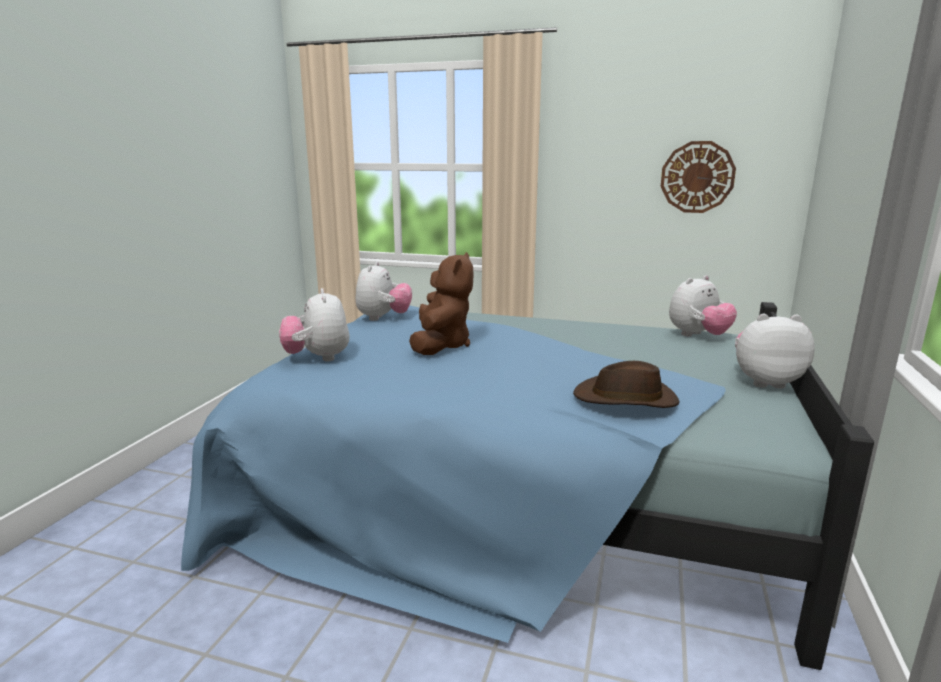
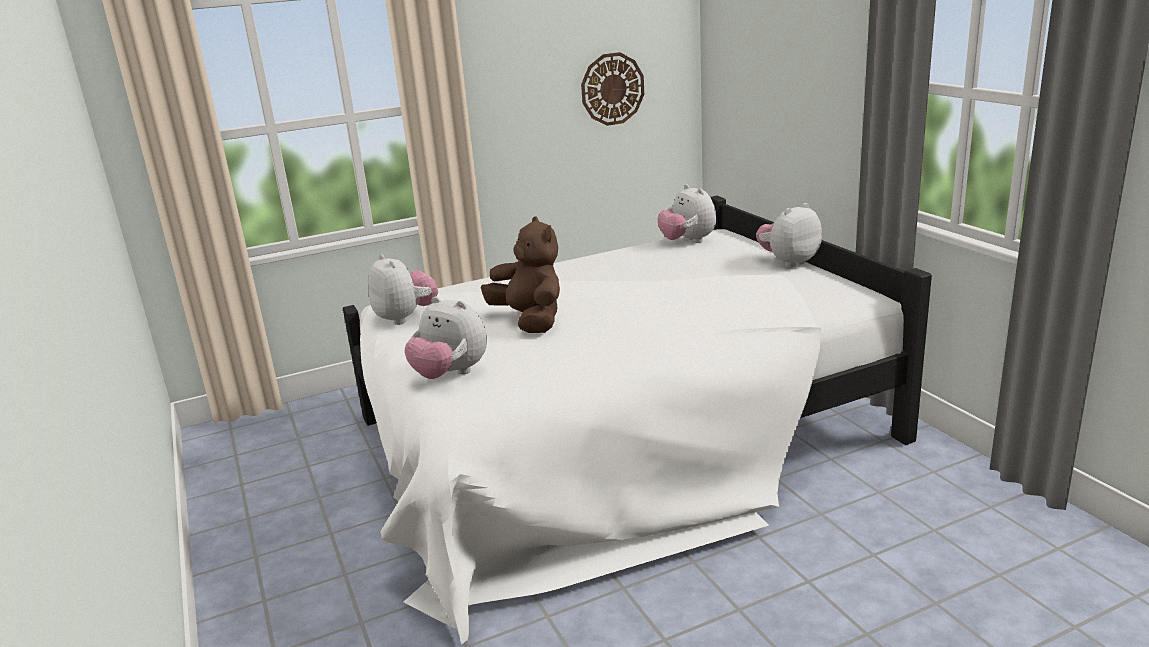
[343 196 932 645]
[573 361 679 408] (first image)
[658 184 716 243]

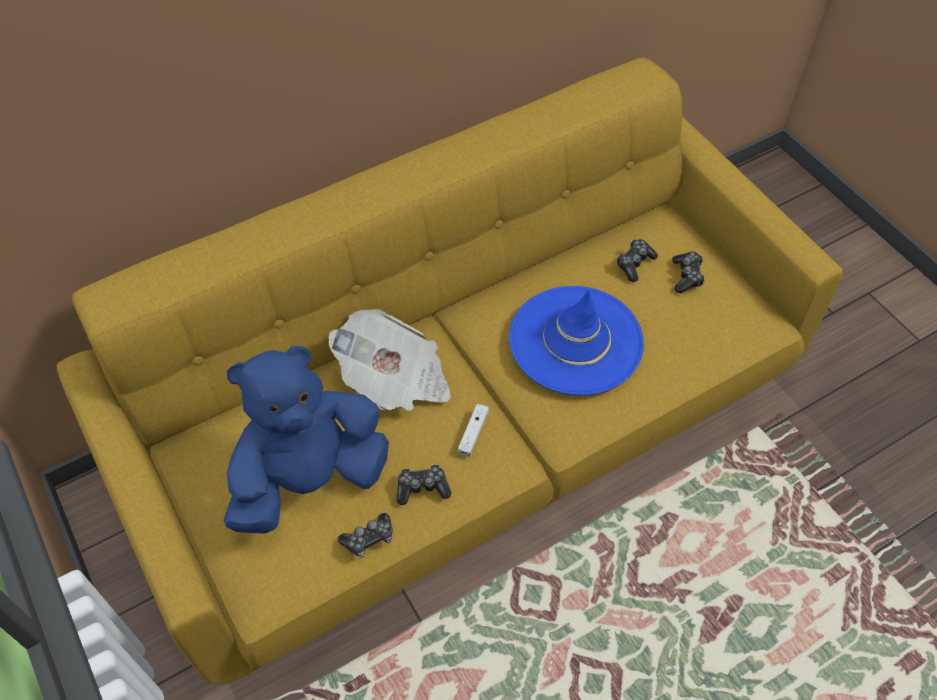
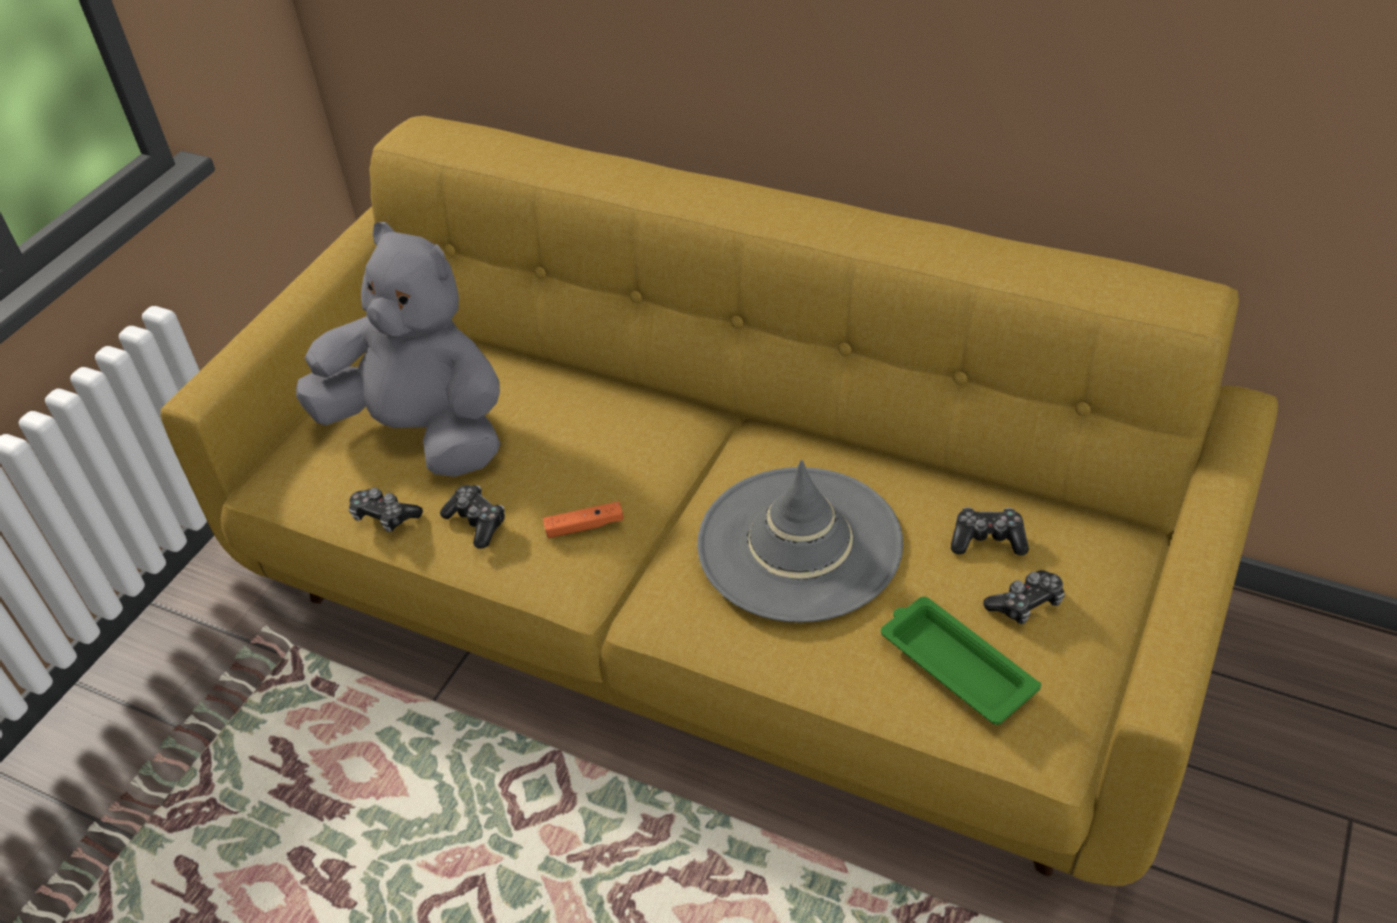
[296 222 501 477]
[328 309 451 411] (first image)
[543 501 624 538]
[697 460 903 622]
[881 597 1041 725]

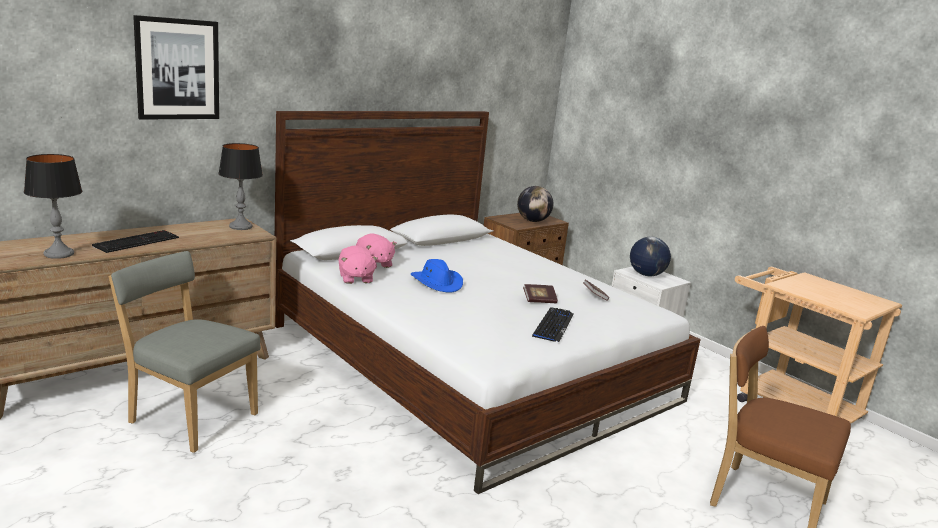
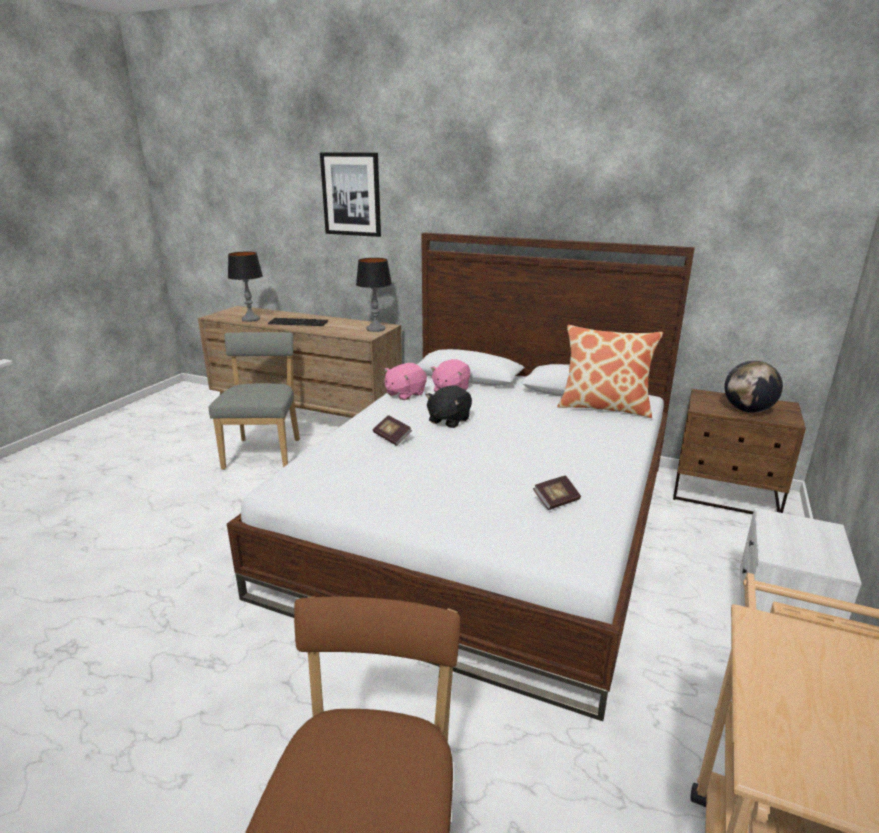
[426 385 472 428]
[373 415 412 446]
[532 307 574 342] (first image)
[630 237 671 276] (first image)
[557 325 663 418]

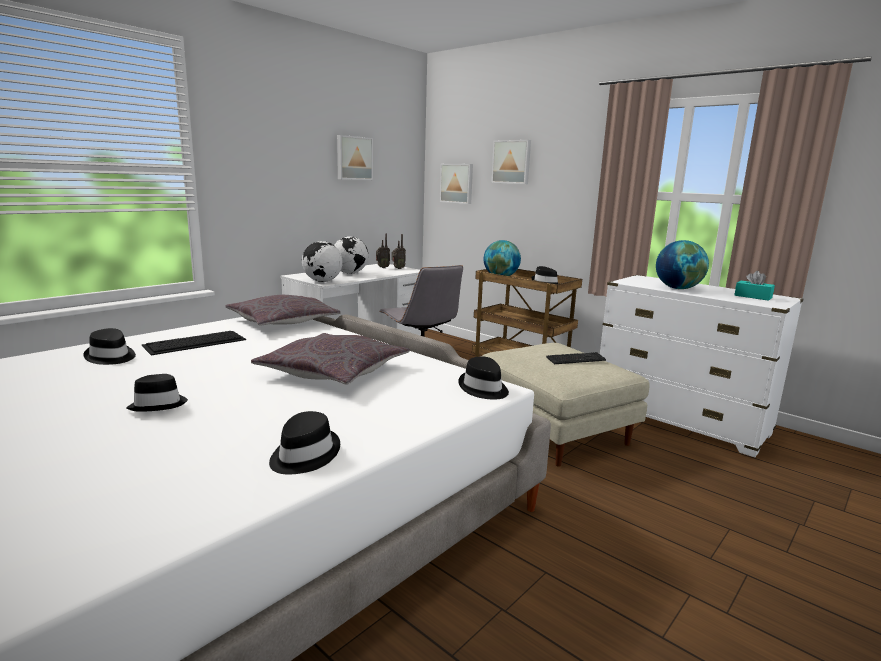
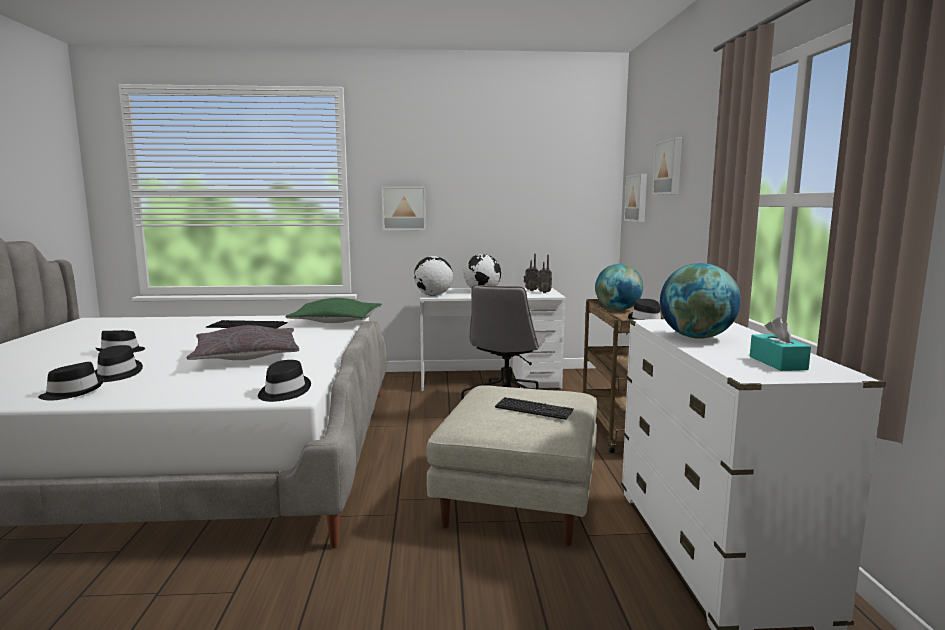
[95 345 143 382]
[285 298 382 323]
[382 186 426 230]

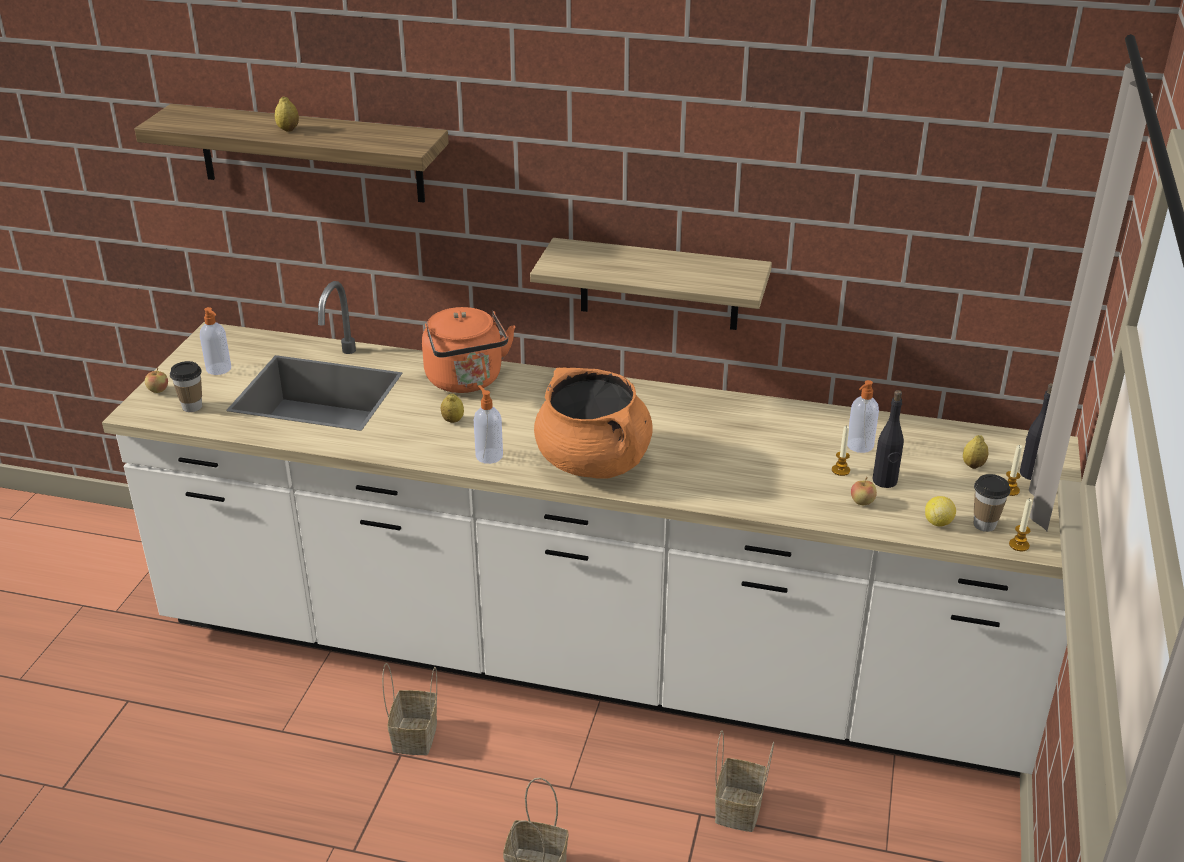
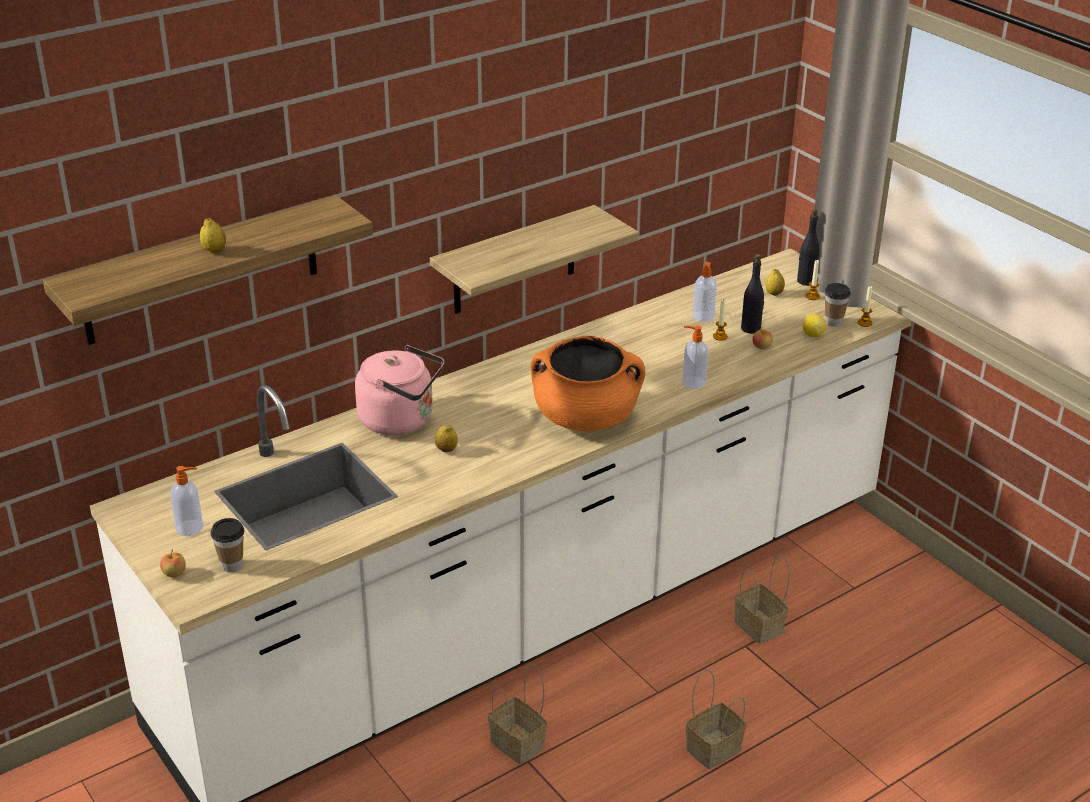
[355 345 445 435]
[682 326 708 389]

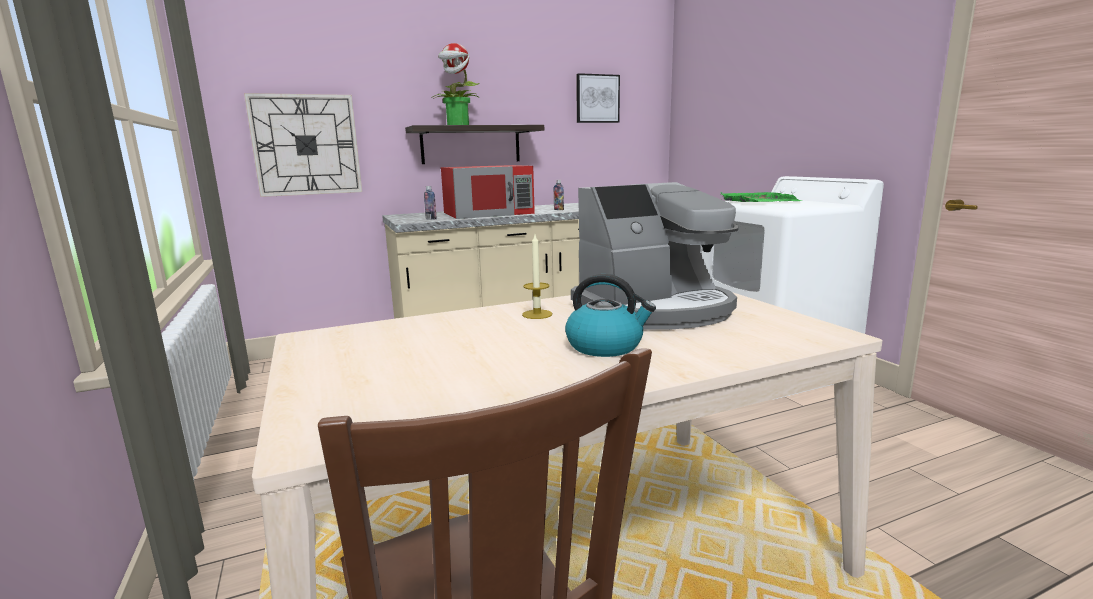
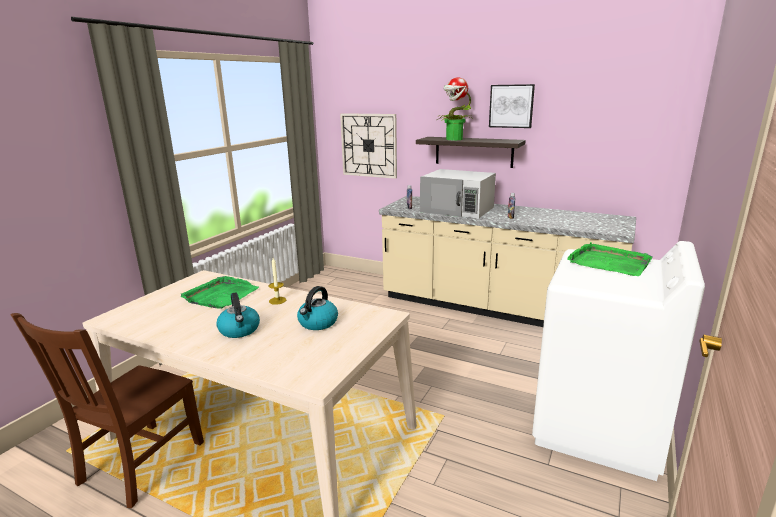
[420 169 496 218]
[297 286 338 330]
[489 84 535 128]
[181 276 259 309]

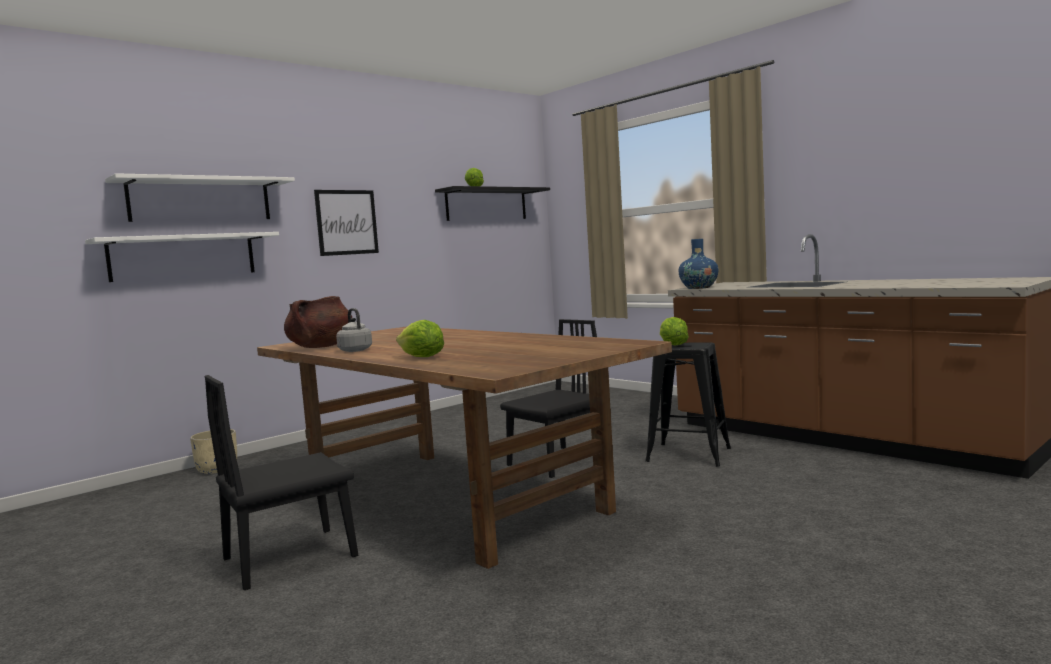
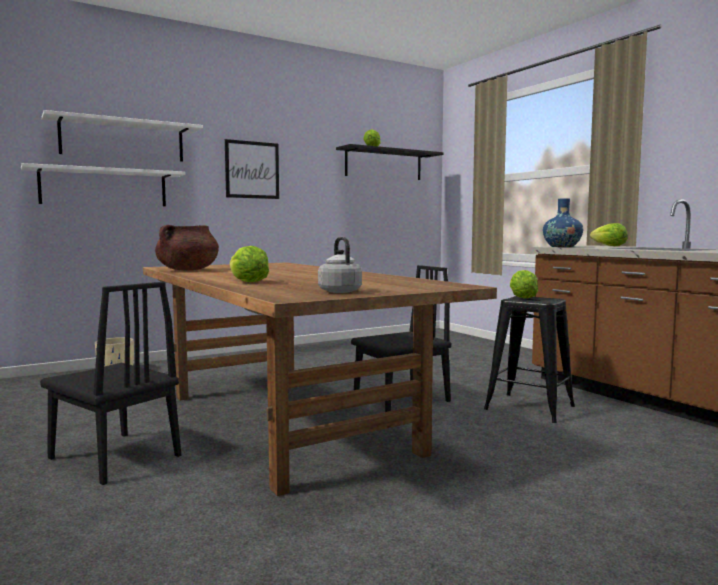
[40 282 181 485]
[318 237 362 293]
[590 223 628 246]

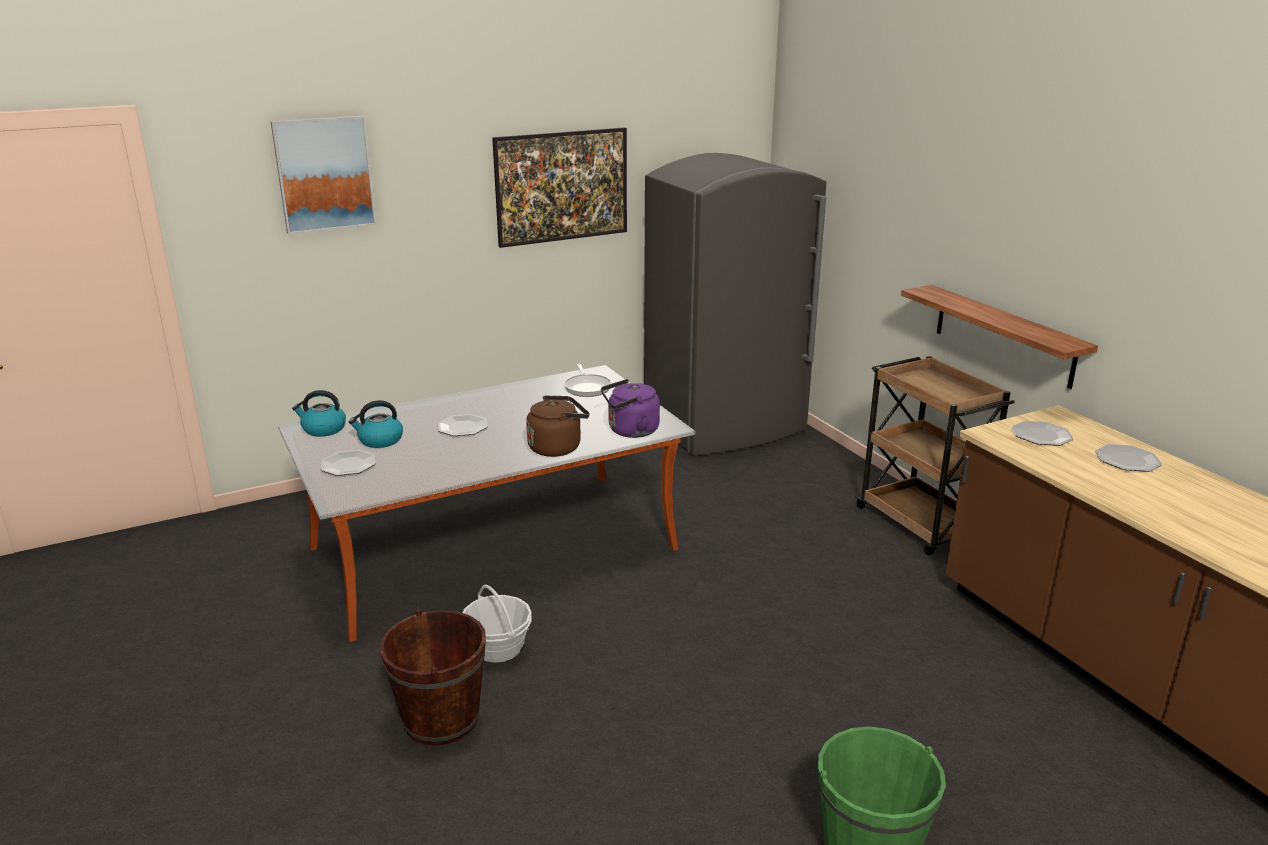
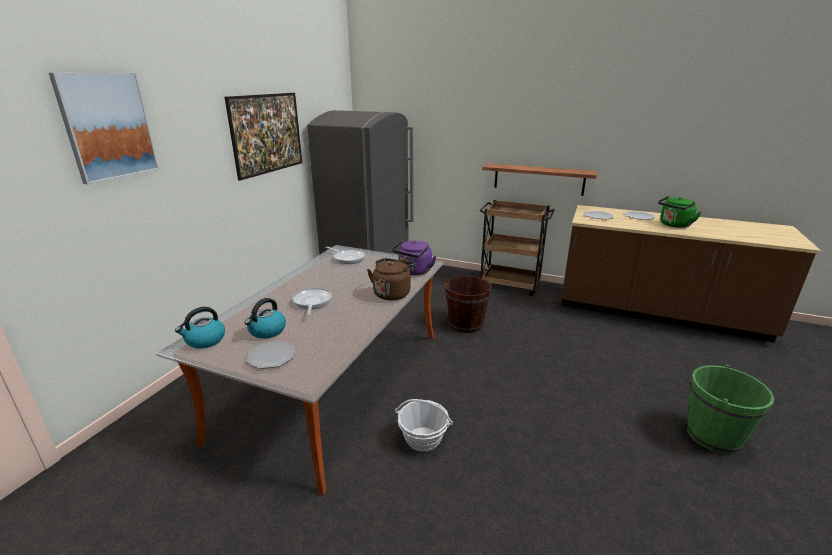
[445 276 492 333]
[292 288 332 316]
[658 196 701 228]

